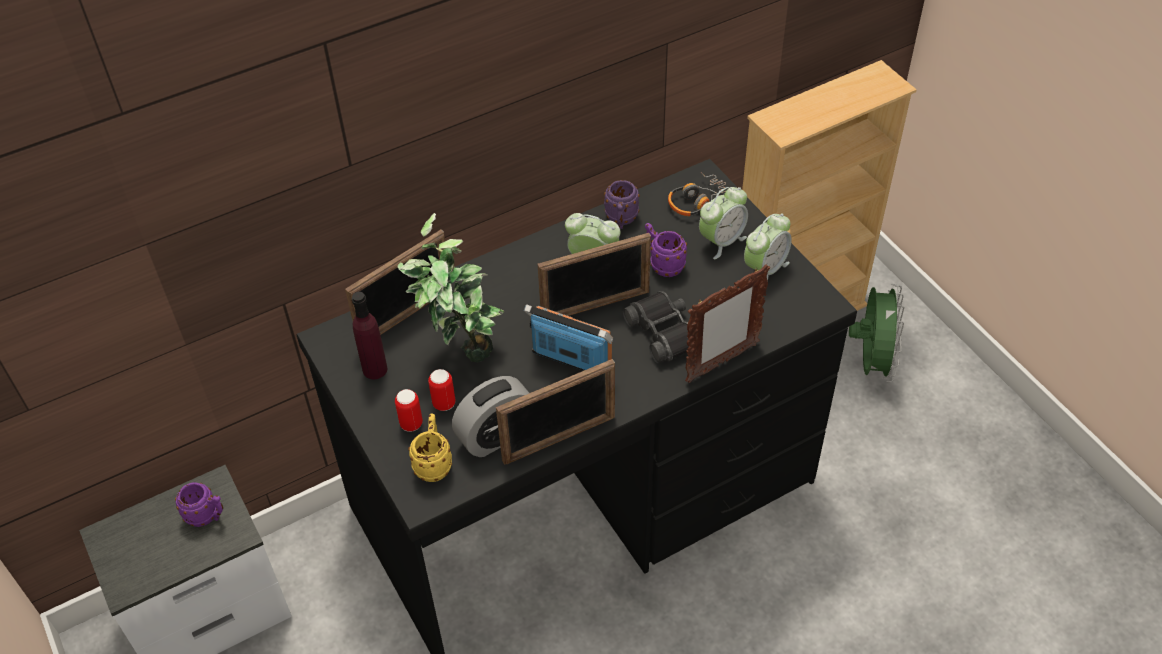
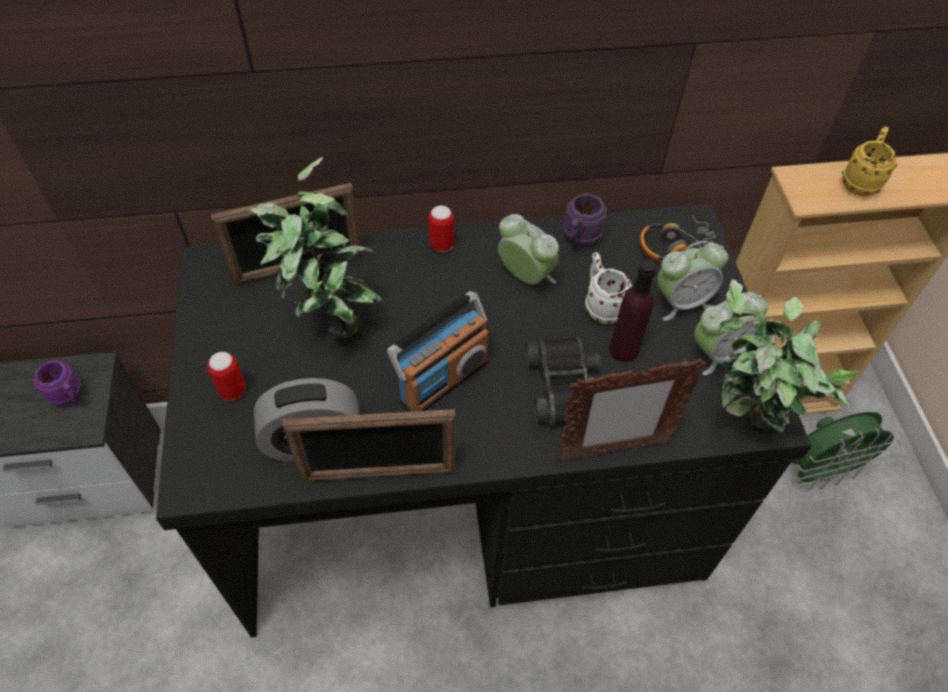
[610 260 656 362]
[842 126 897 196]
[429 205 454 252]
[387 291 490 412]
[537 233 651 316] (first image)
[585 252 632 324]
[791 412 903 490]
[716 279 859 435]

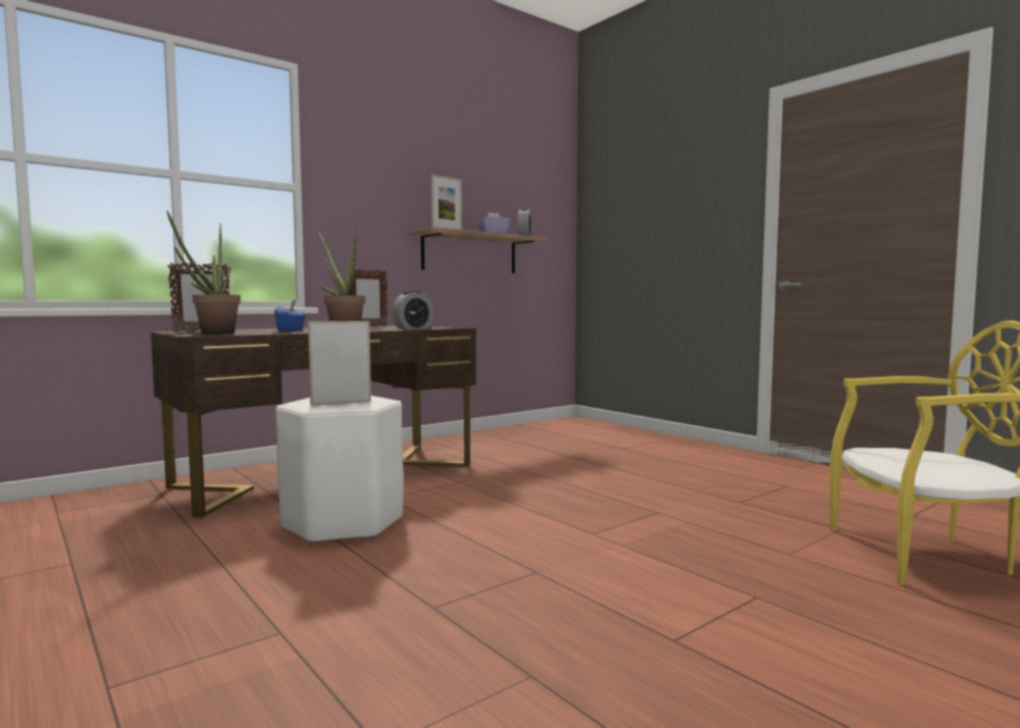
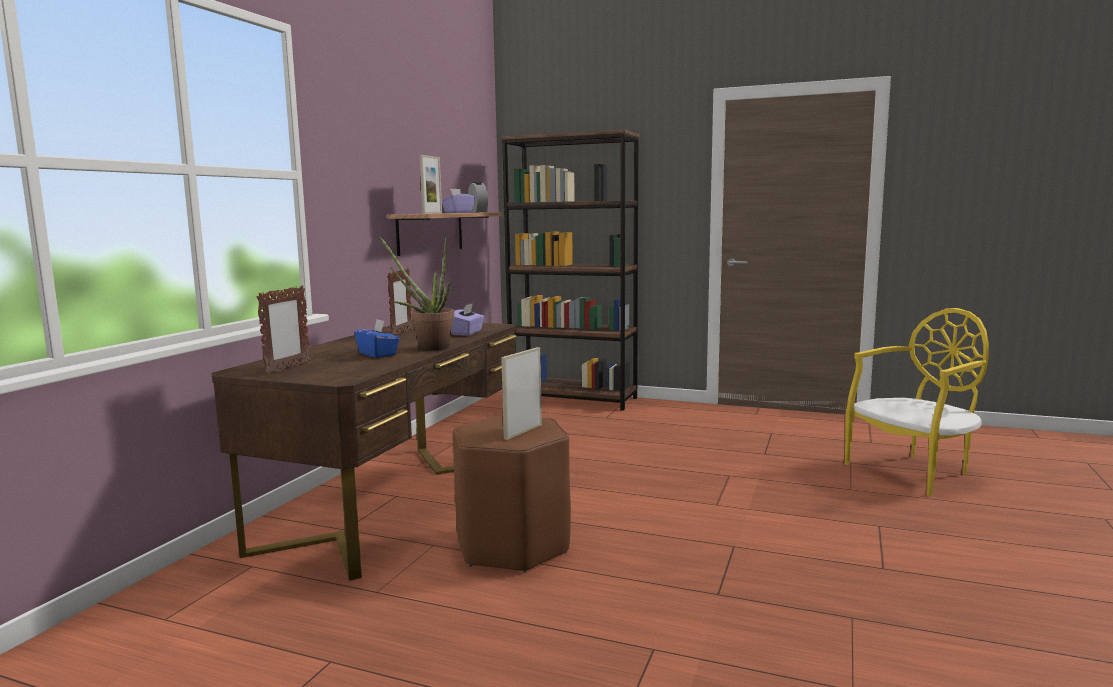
[167 210 241 334] (first image)
[453 415 571 573]
[451 303 484 336]
[501 130 639 411]

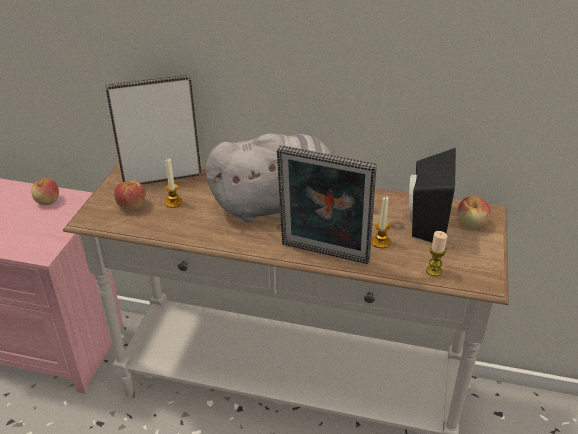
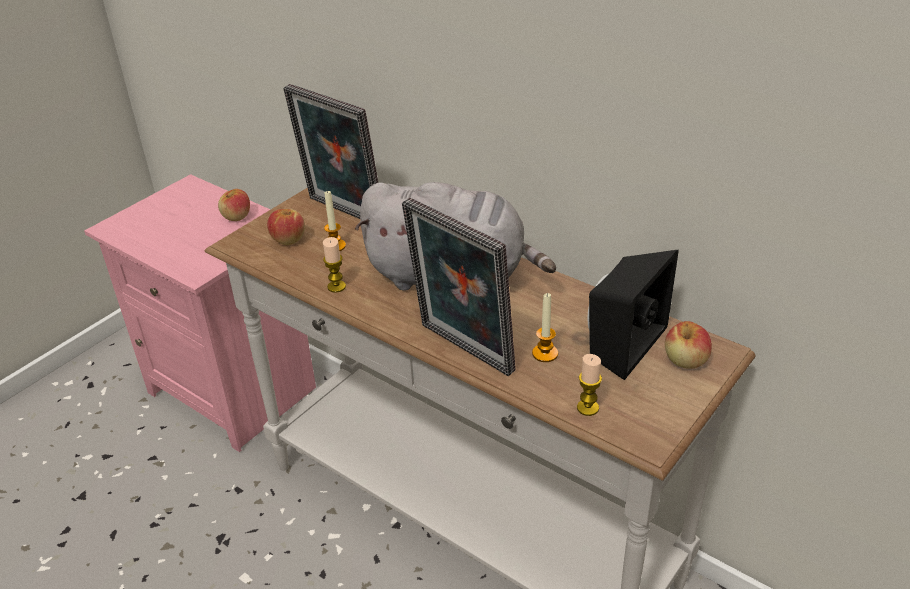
[283 84 378 219]
[323 237 346 293]

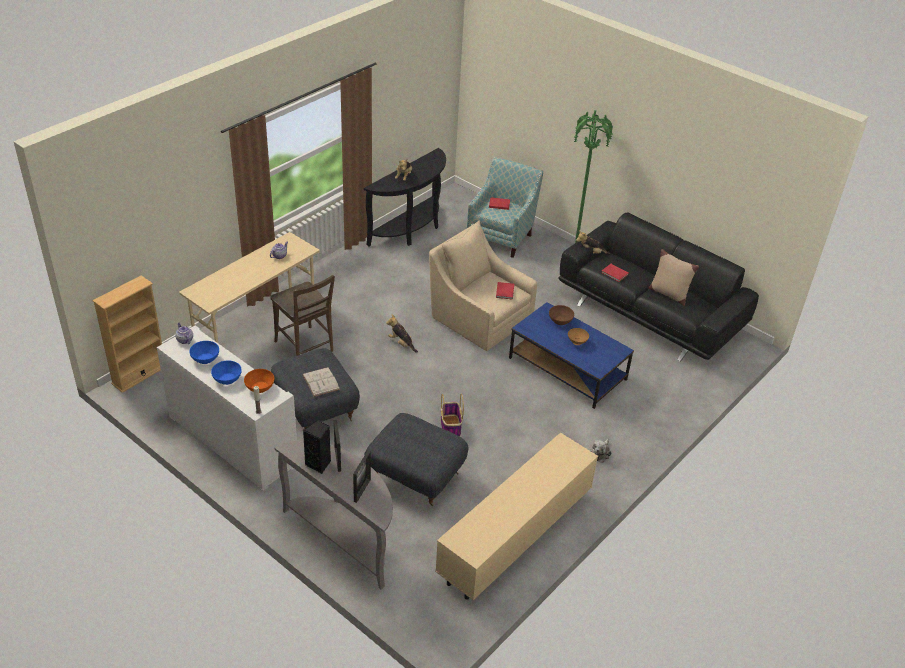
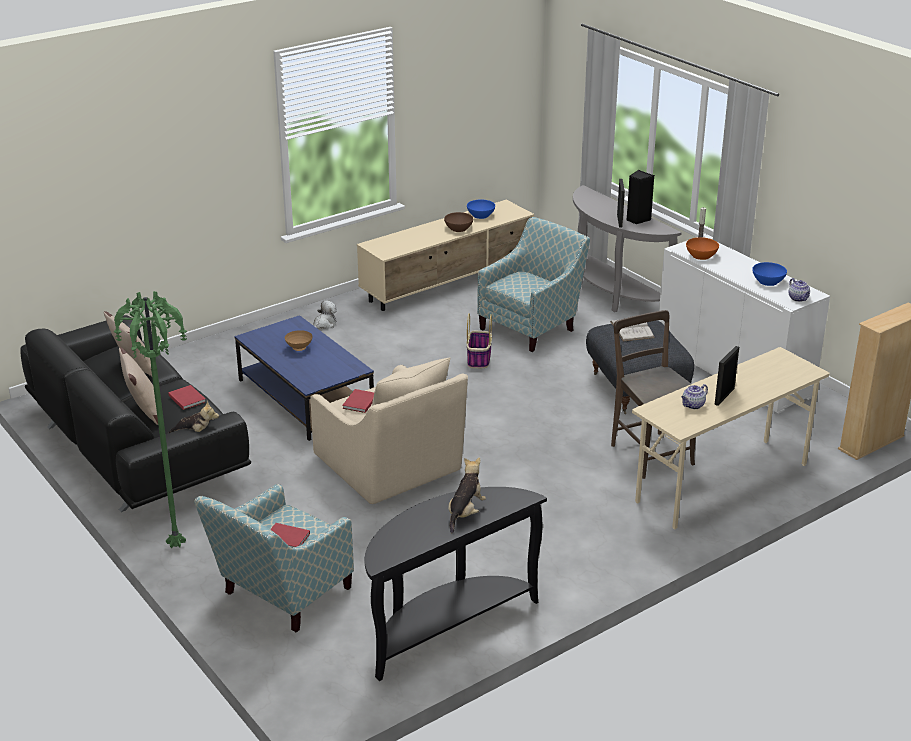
[467 200 495 219]
[715 346 739 406]
[477 217 590 352]
[386 314 418 353] (first image)
[444 212 473 232]
[119 347 158 425]

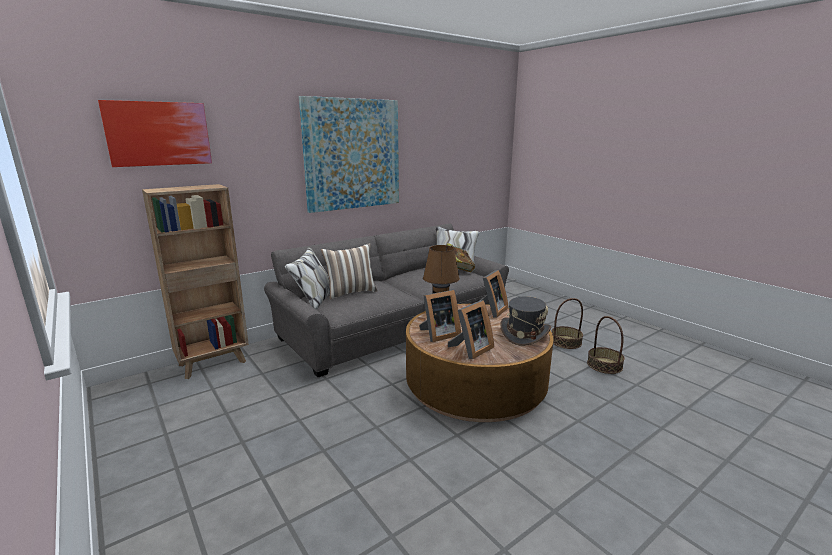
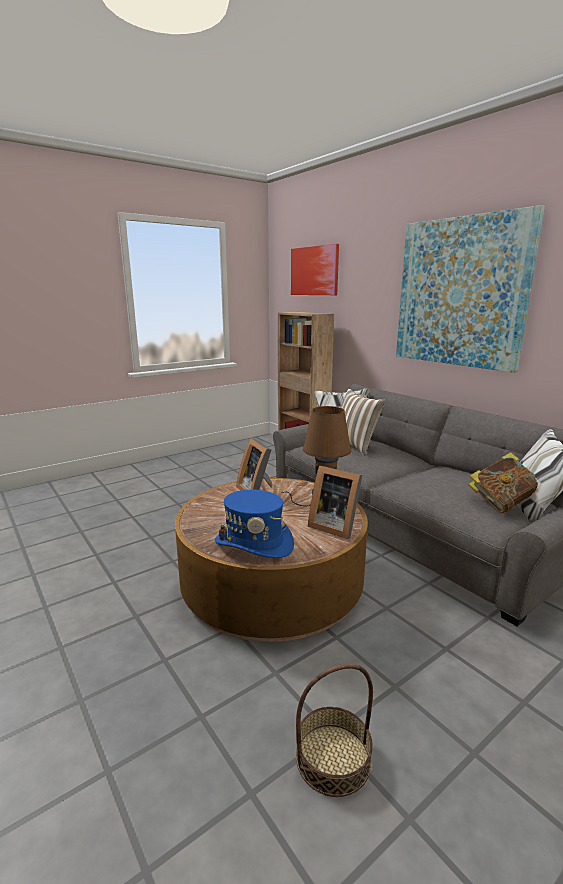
[448 300 494 359] (first image)
[215 490 294 558]
[552 298 583 349] (first image)

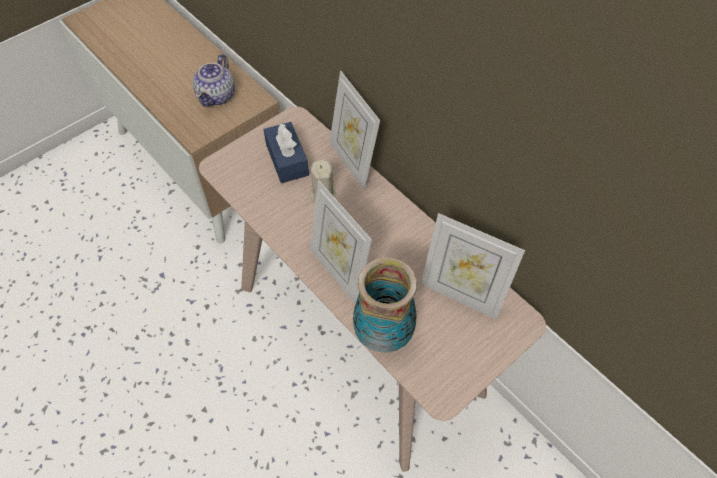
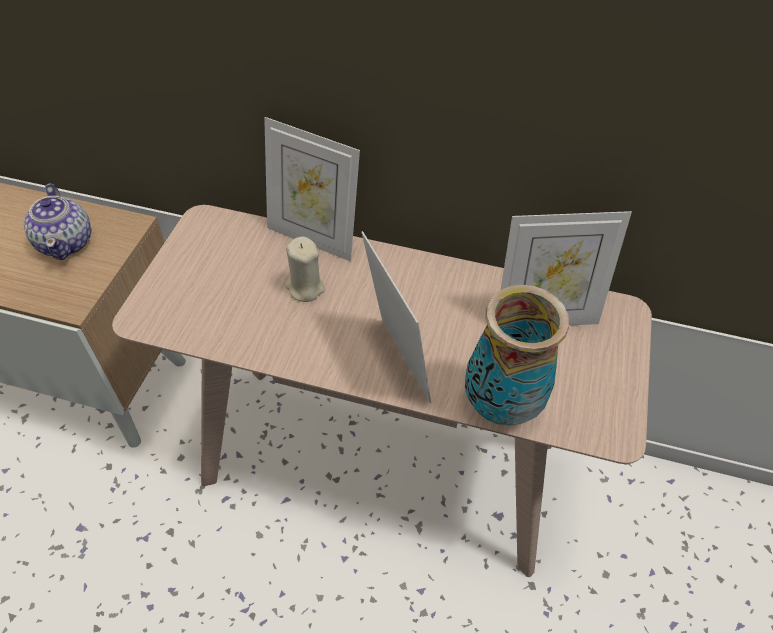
[263 122 309 183] (first image)
[361 231 431 403]

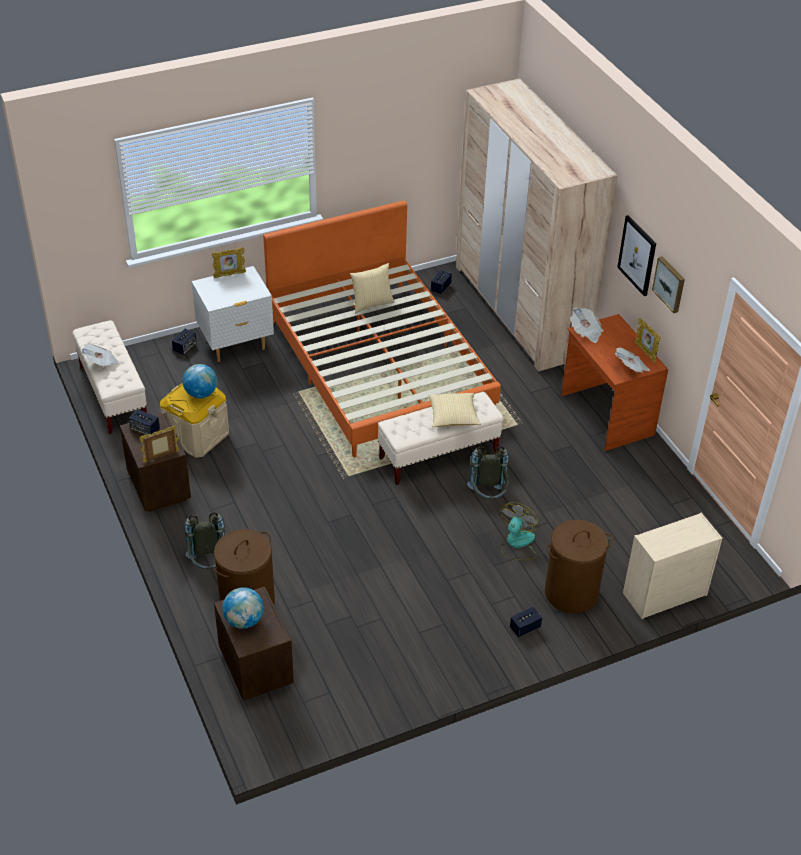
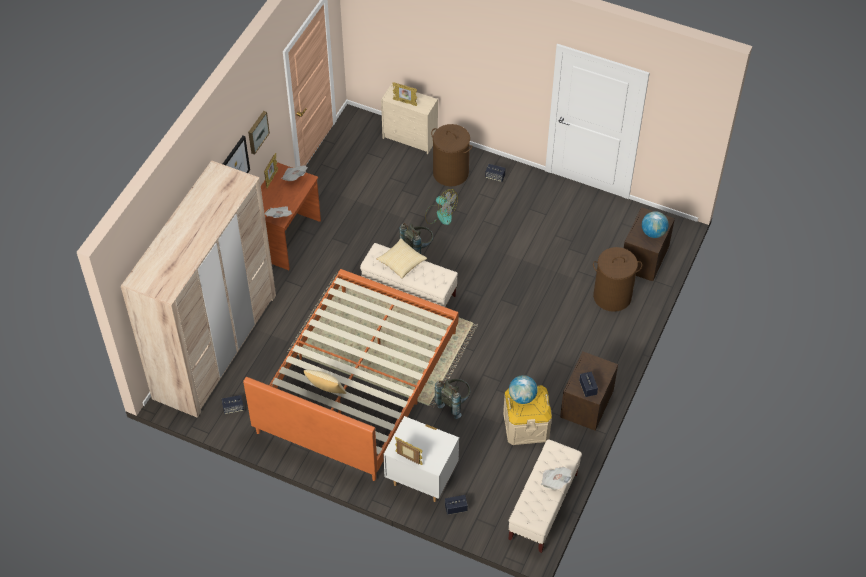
[392 83 417 106]
[435 379 471 419]
[425 189 458 225]

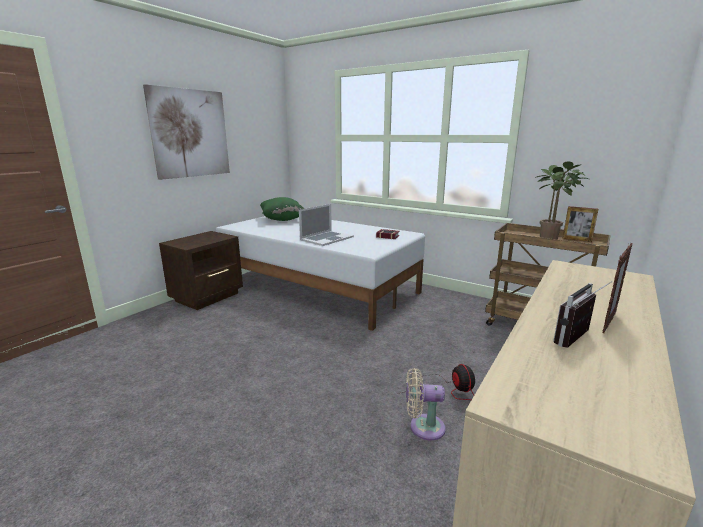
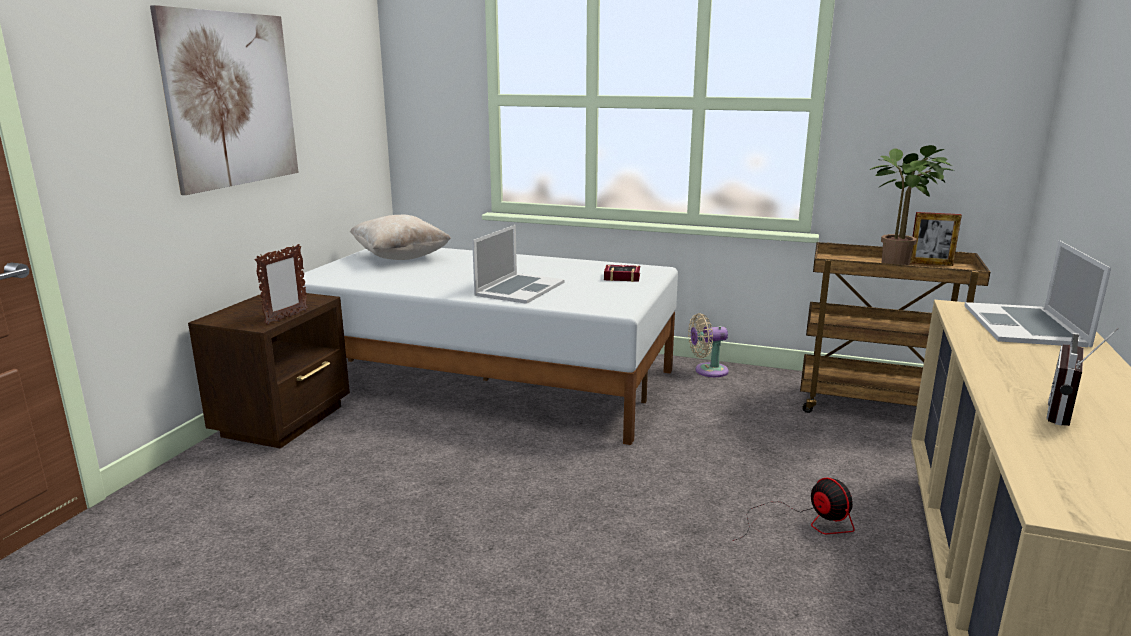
[350 214 451 260]
[688 313 729 377]
[255 244 308 325]
[964 240 1111 347]

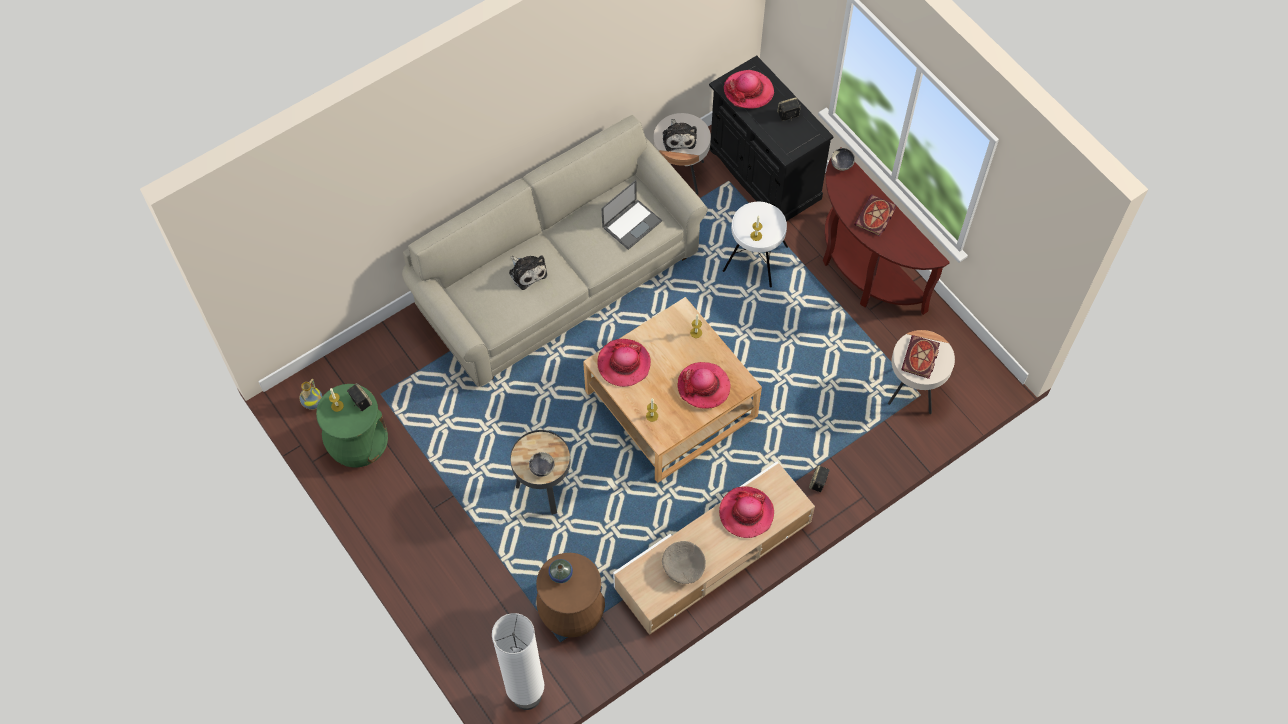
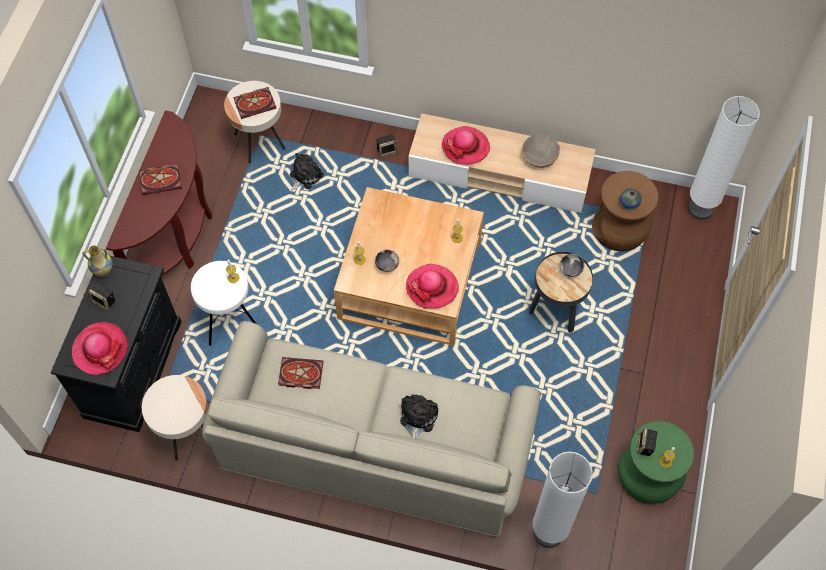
[82 245 113 277]
[278 357 324 389]
[290 153 324 191]
[677 362 731 409] (first image)
[375 250 399 272]
[533 452 593 548]

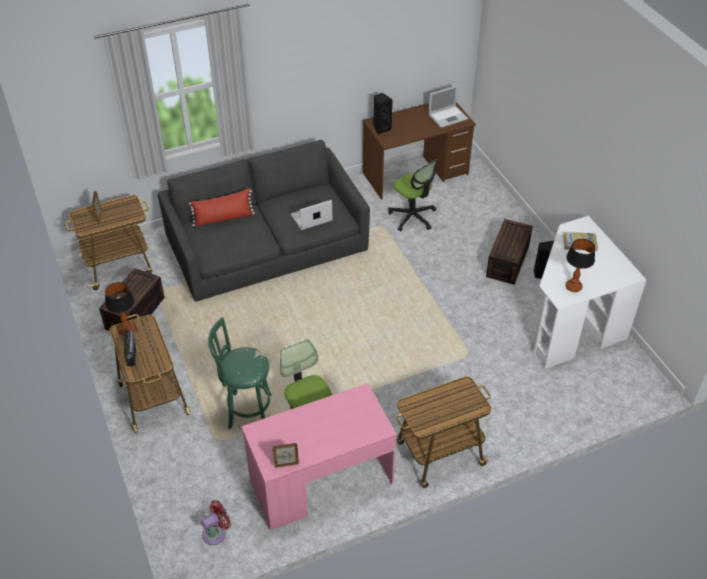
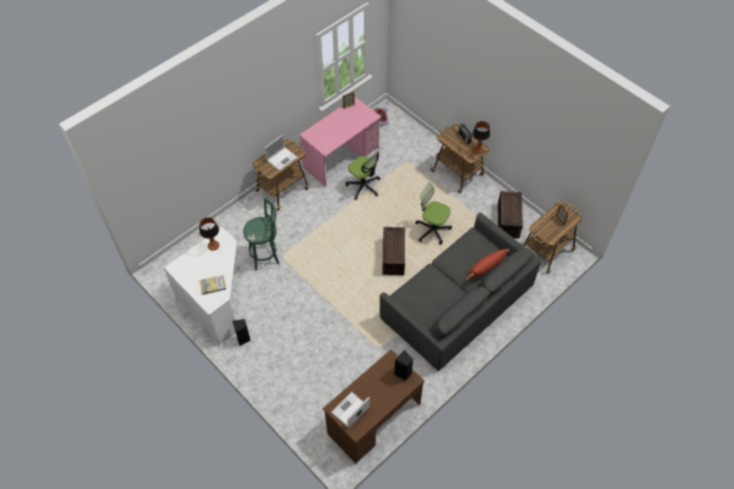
[243 197 280 271]
[265 135 298 171]
[415 183 452 245]
[382 227 405 275]

